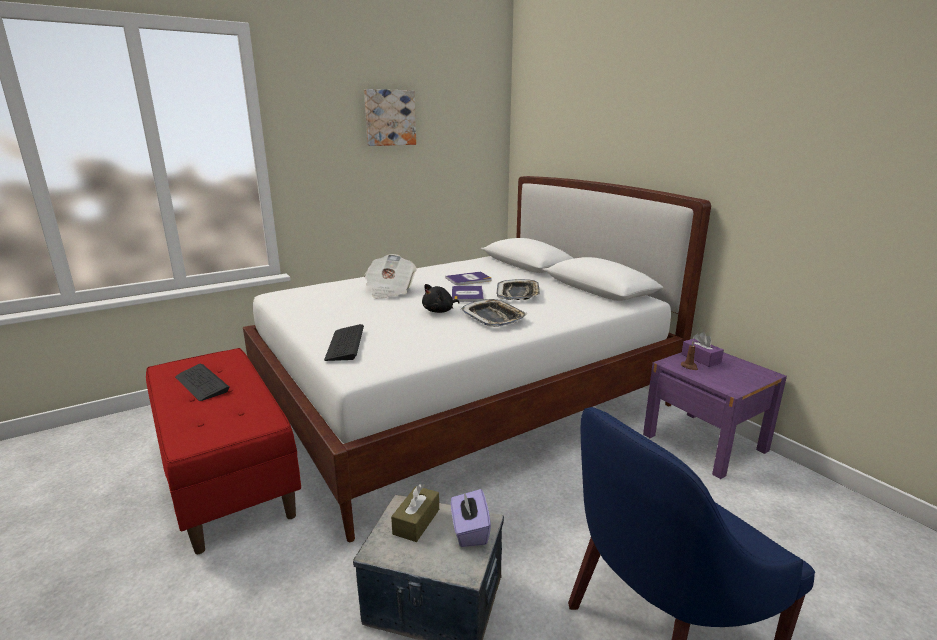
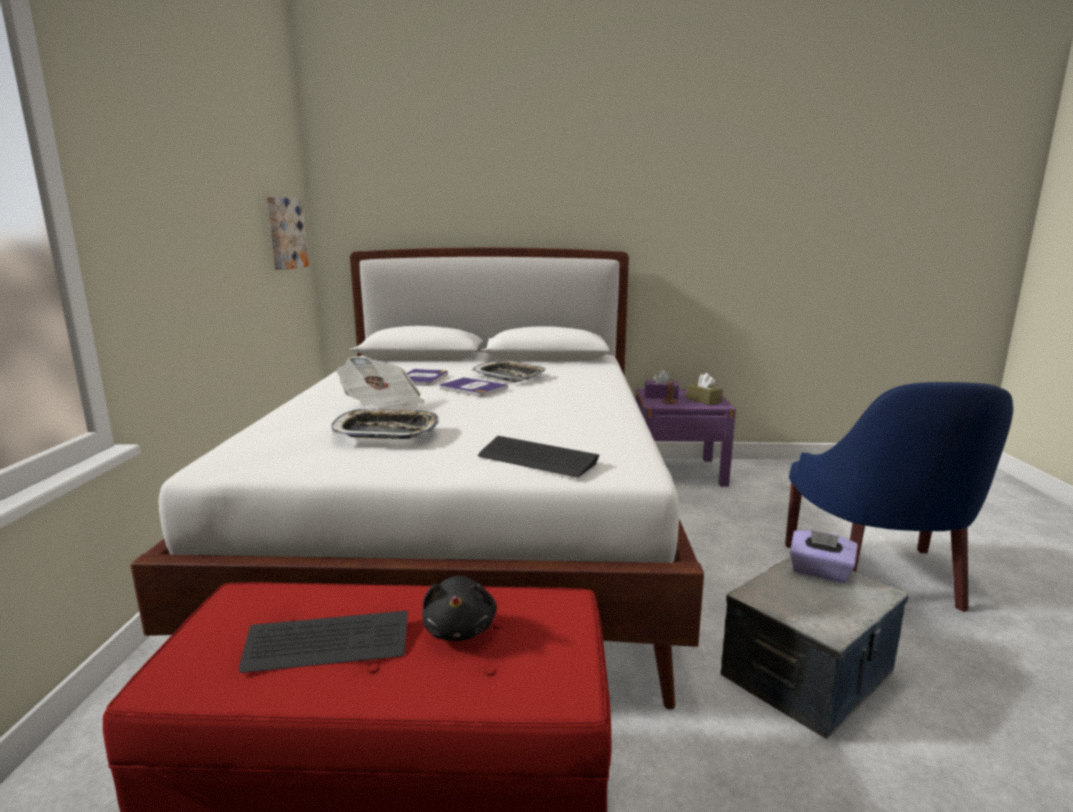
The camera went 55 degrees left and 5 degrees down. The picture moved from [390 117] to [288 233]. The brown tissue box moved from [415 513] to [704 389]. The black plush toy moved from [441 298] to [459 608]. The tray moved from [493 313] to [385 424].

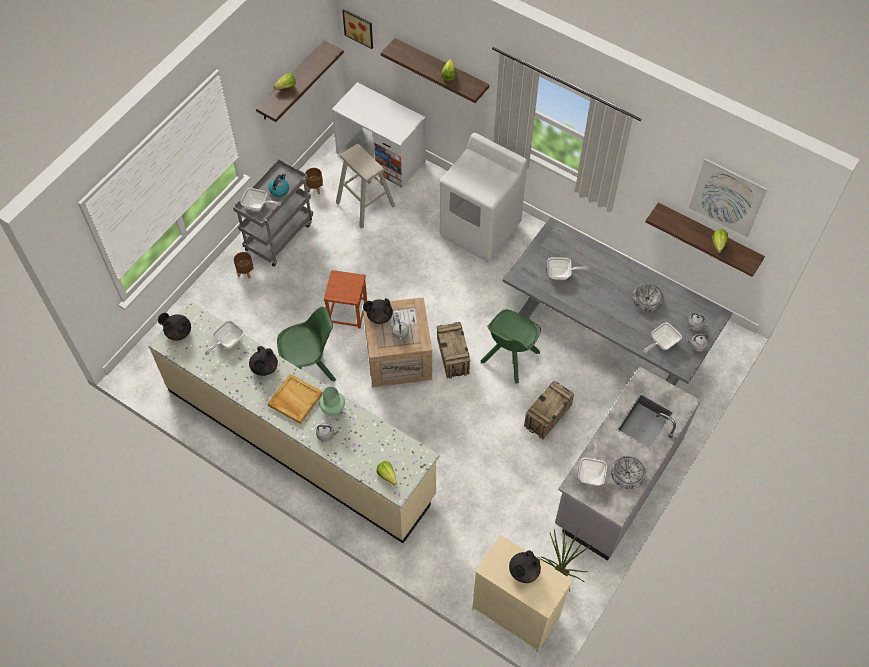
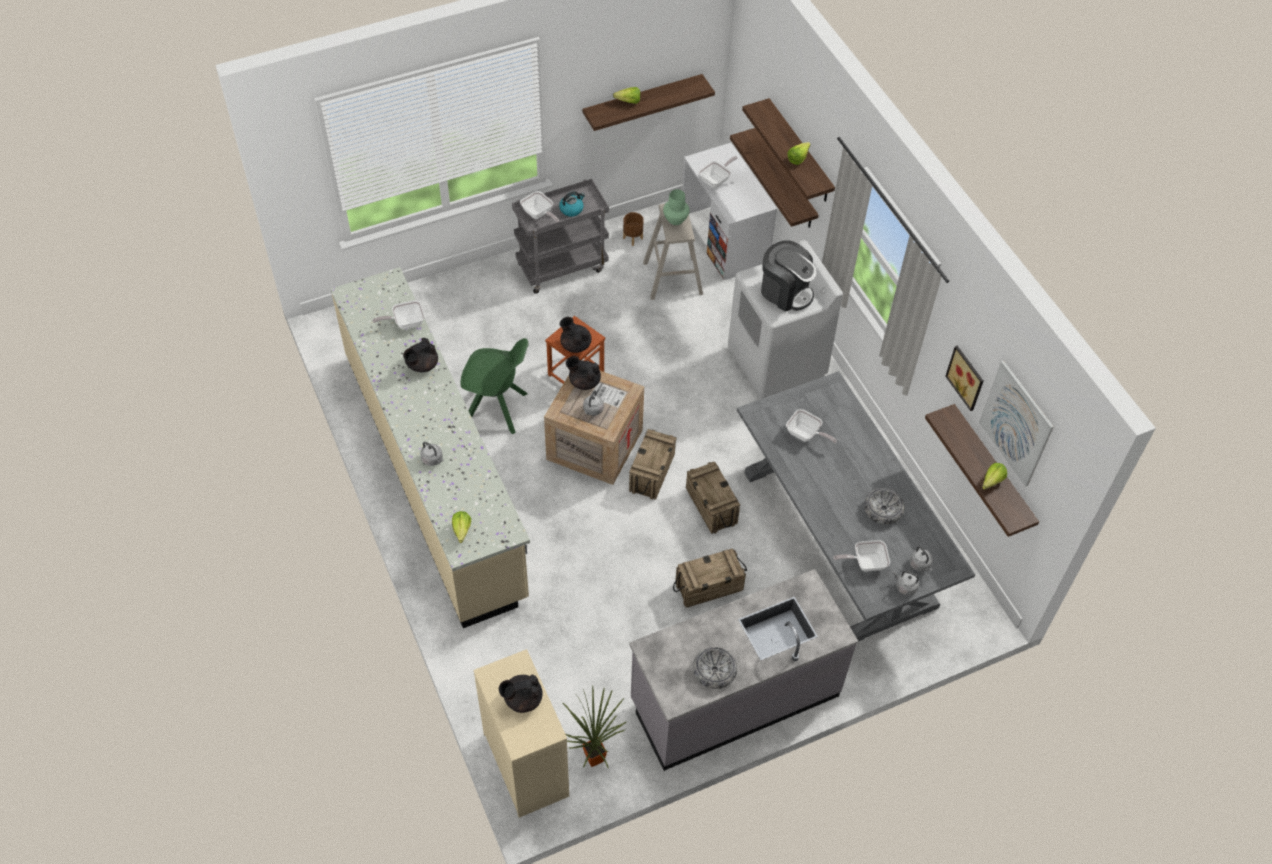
The camera went 30 degrees right and 5 degrees down. The black teapot moved from [174 326] to [576 335]. The brown planter at [244 265] disappeared. The beige tray at [295 399] disappeared. The green vase moved from [332 401] to [676 207]. The picture moved from [357 29] to [964 378]. The green chair at [511 346] was replaced by the crate at [713 498]. The frying pan moved from [592 464] to [718 172]. The shelf at [774 178] appeared. The coffee machine at [789 276] appeared.

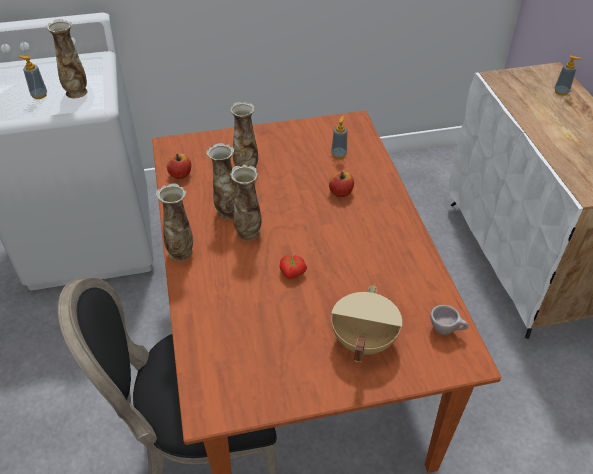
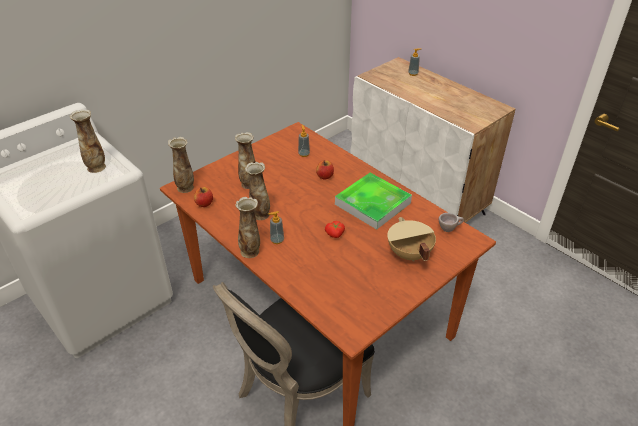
The camera went 30 degrees left and 5 degrees down. The soap dispenser moved from [32 77] to [276 227]. The vase moved from [245 203] to [181 165]. The tray at [373 201] appeared.

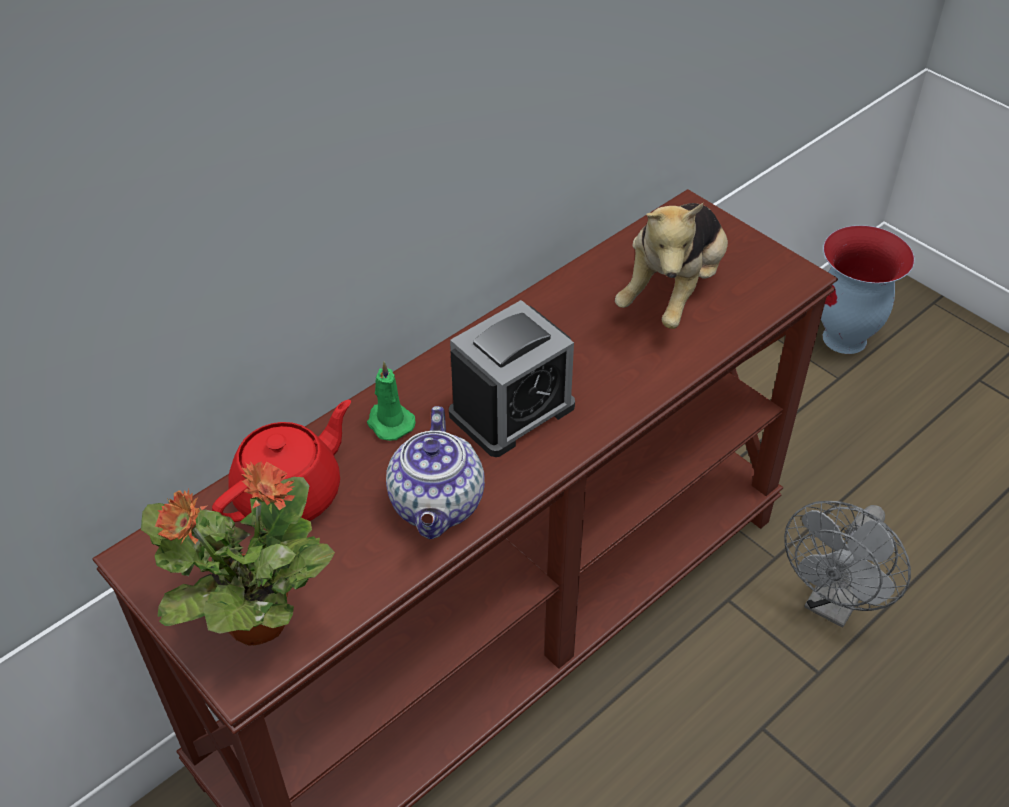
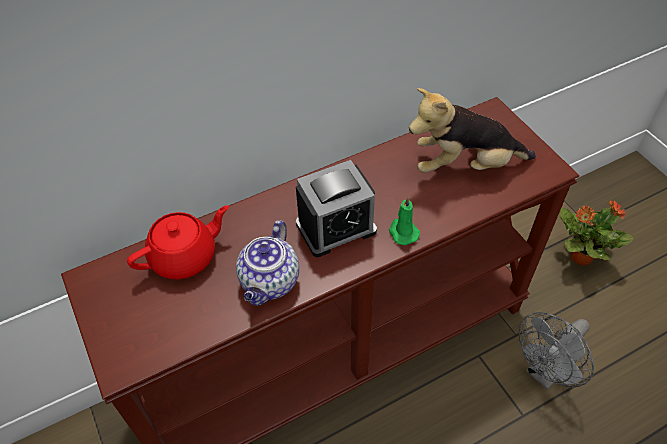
The camera went 15 degrees right and 5 degrees up. The potted plant moved from [238 553] to [596 232]. The green candle moved from [391 401] to [404 221]. The plush toy at [671 266] turned 45 degrees clockwise. The vase at [867 289] disappeared.

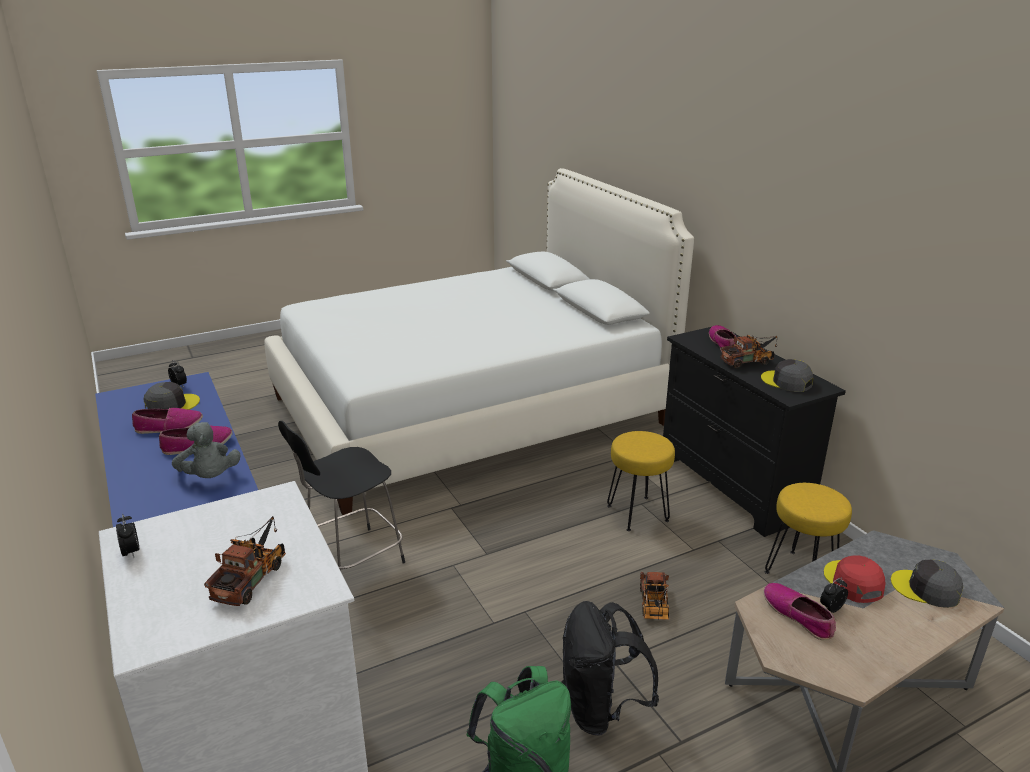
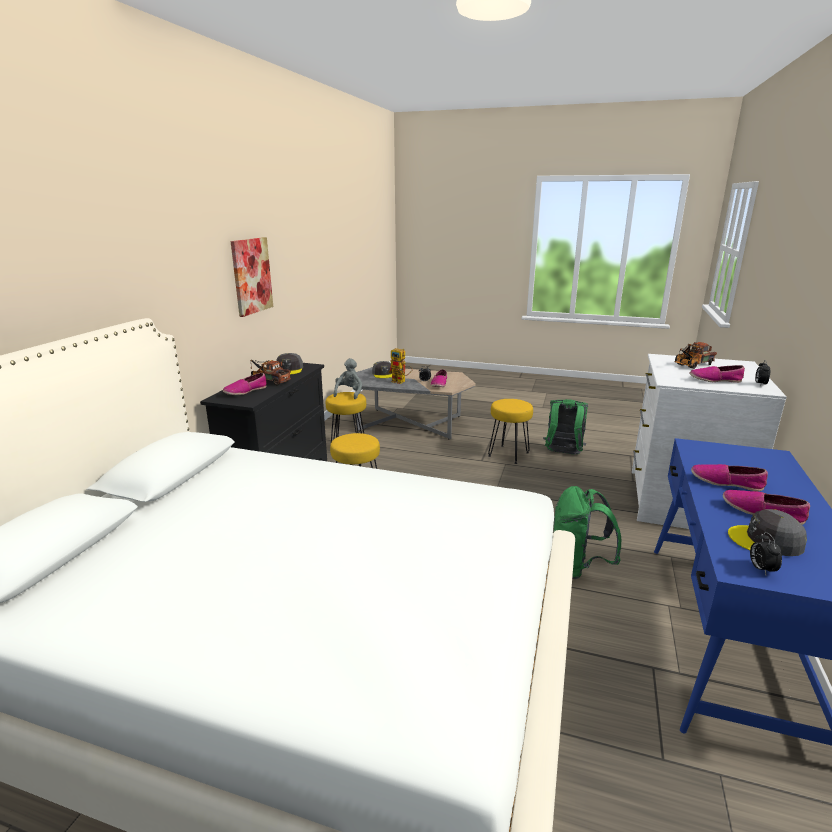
The camera went 135 degrees left and 5 degrees down. The grey plush toy moved from [206 450] to [347 378]. The black stool at [341 496] was replaced by the green backpack at [587 532]. The black backpack at [610 668] was replaced by the yellow stool at [510 431]. The toy truck at [654 596] disappeared. The red cap at [855 579] was replaced by the toy robot at [400 366]. The picture at [252 277] appeared. The shoe at [717 374] appeared.

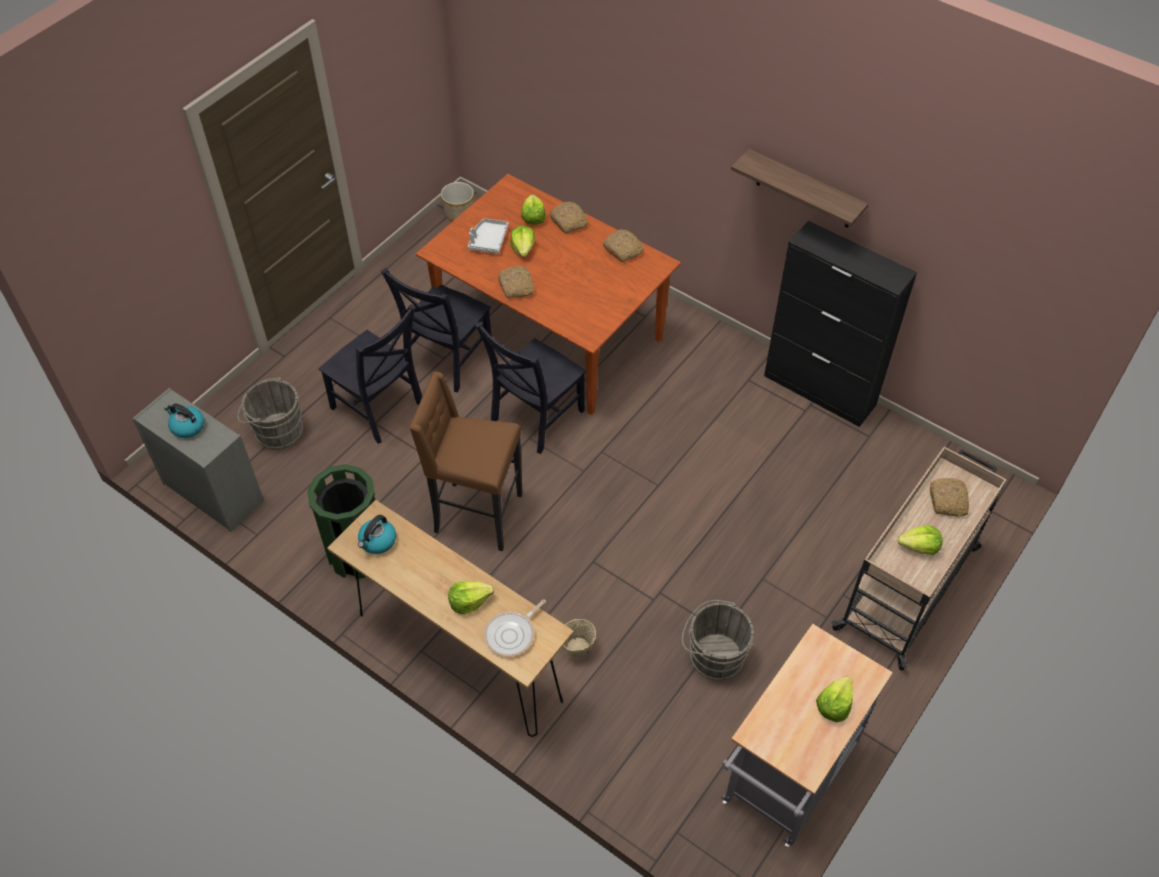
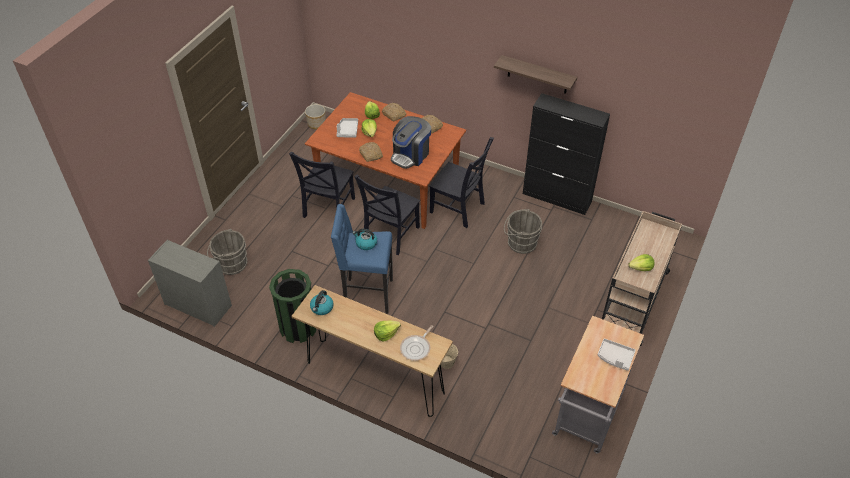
The camera went 10 degrees left and 5 degrees down. The kettle moved from [184 421] to [365 239]. The black chair moved from [370 374] to [461 182]. The brown stool at [466 461] became the blue stool at [362 259]. The grey bucket moved from [718 640] to [523 231]. The lettuce at [834 699] was replaced by the grey tray at [617 355]. The bread at [949 497] disappeared. The coffee machine at [411 142] appeared.

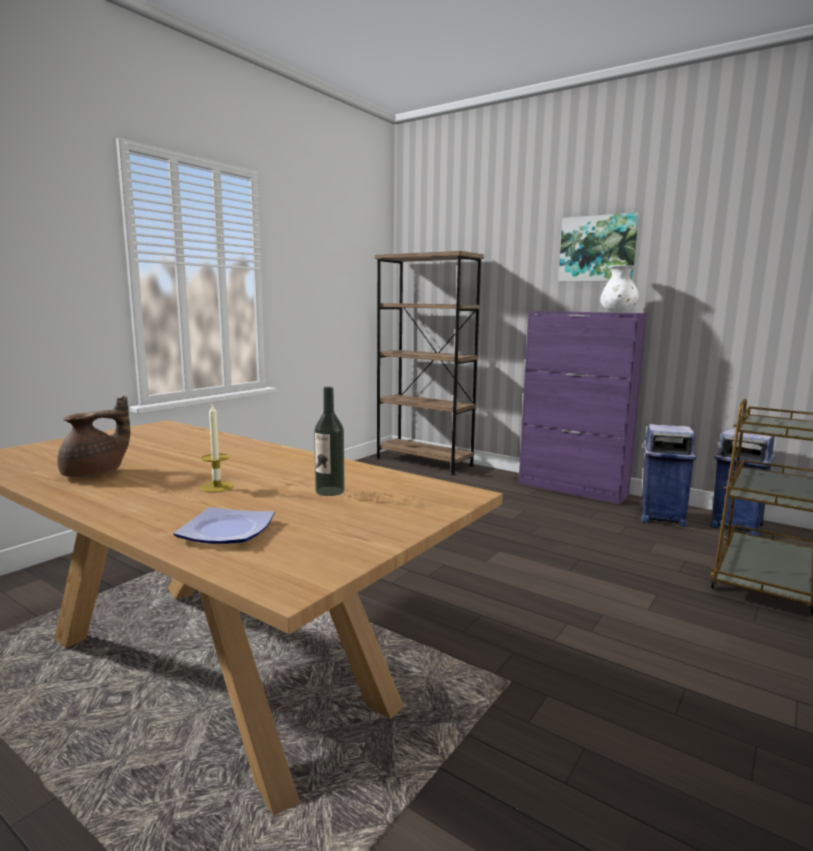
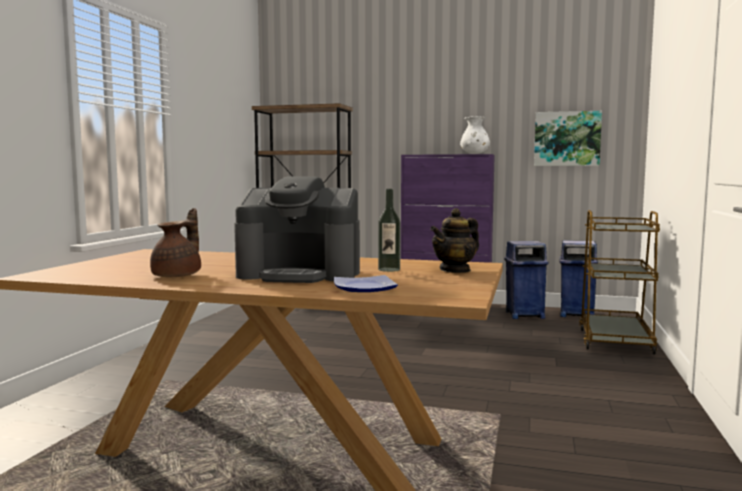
The camera went 20 degrees left and 5 degrees down. The candle at [217 448] was replaced by the coffee machine at [297 230]. The picture moved from [598 247] to [568 138]. The teapot at [454 240] appeared.

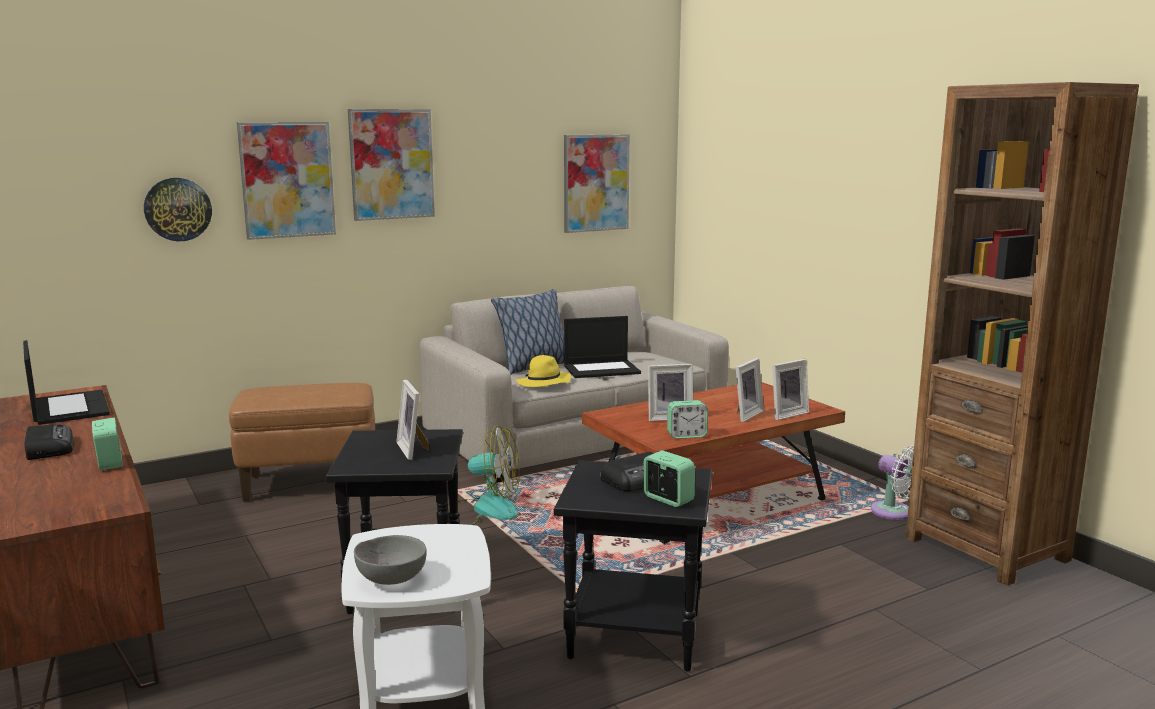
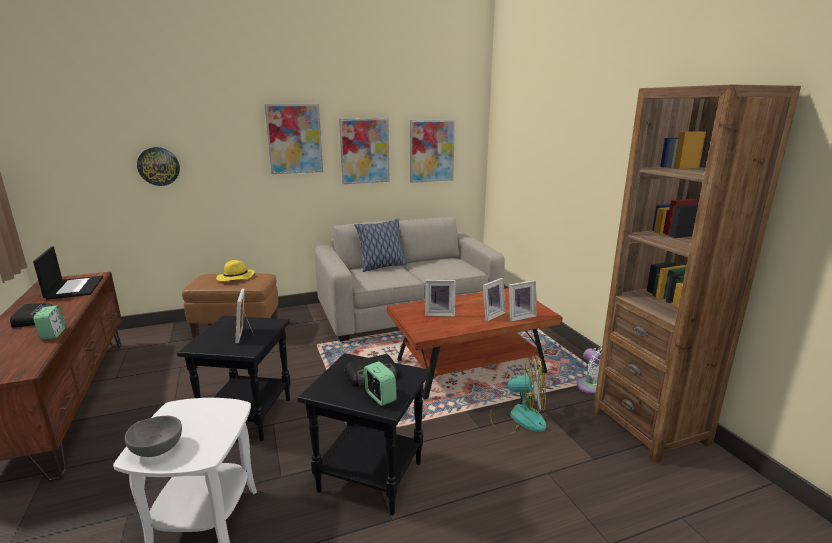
The camera went 10 degrees right and 5 degrees up. The picture moved from [286 181] to [364 151]. The fan moved from [484 475] to [518 395]. The yellow hat moved from [543 371] to [235 270]. The laptop at [602 347] disappeared. The alarm clock at [687 419] disappeared.

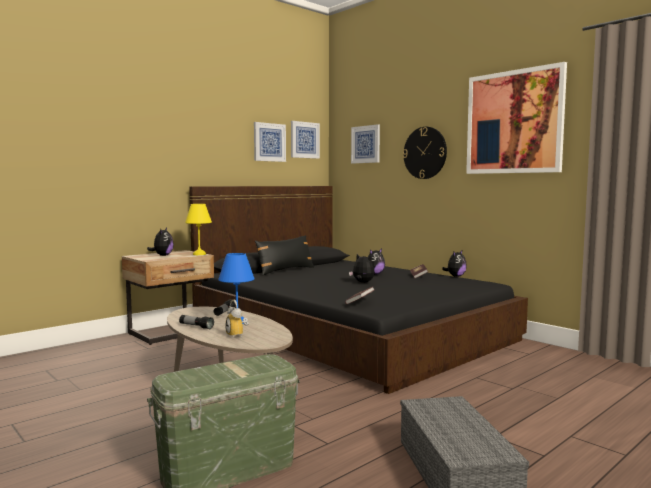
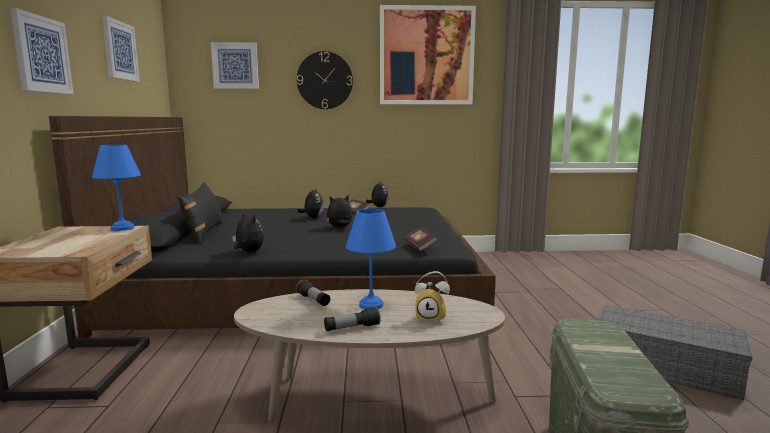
The camera went 50 degrees left and 5 degrees up. The plush toy moved from [160 242] to [248 231]. The yellow table lamp at [198 229] became the blue table lamp at [116 188]. The picture moved from [305 140] to [42 51].

